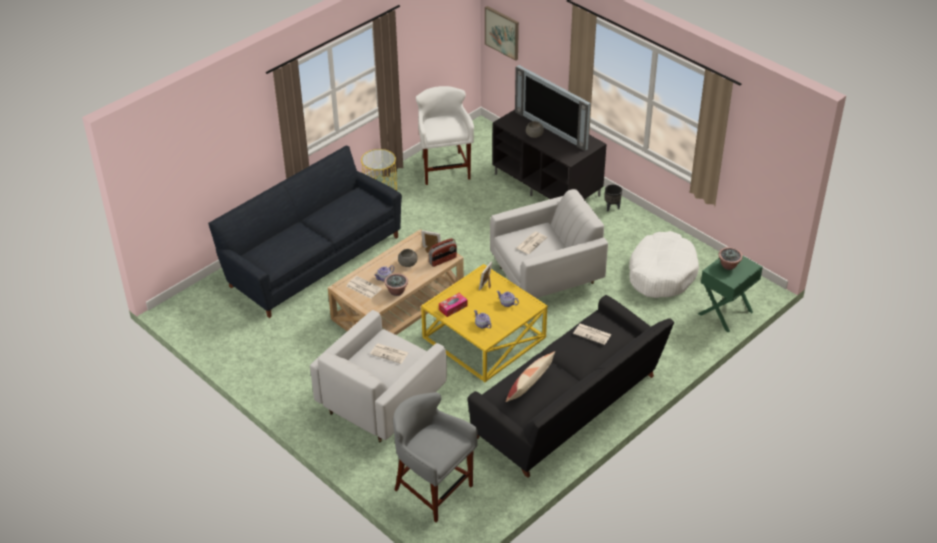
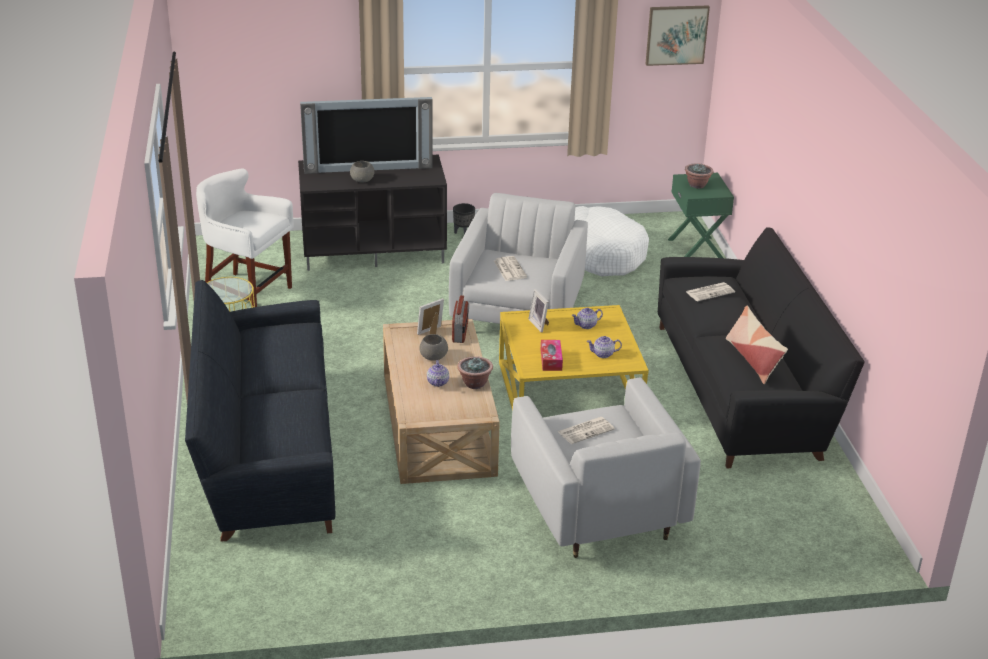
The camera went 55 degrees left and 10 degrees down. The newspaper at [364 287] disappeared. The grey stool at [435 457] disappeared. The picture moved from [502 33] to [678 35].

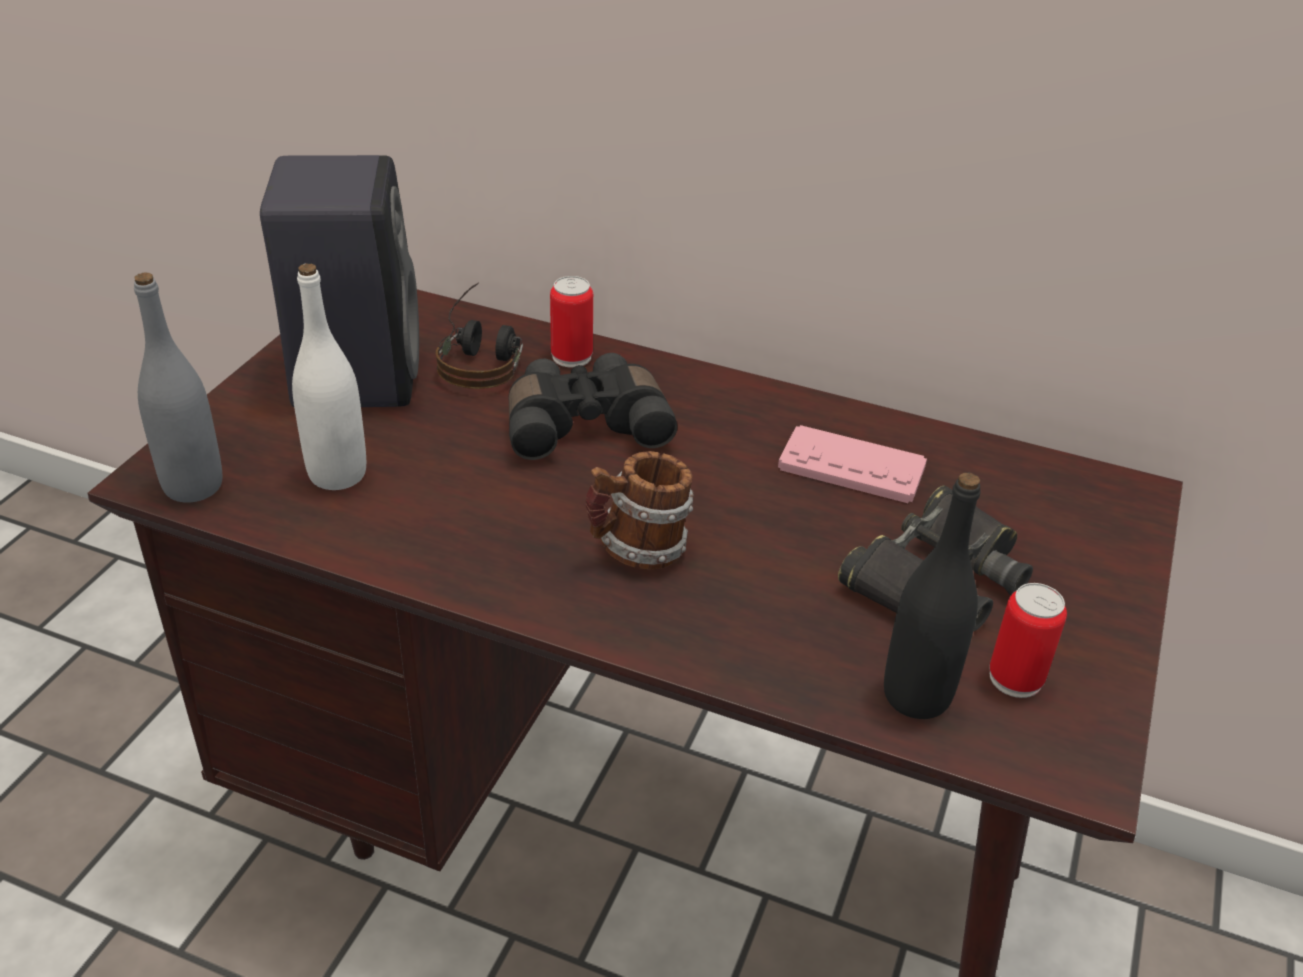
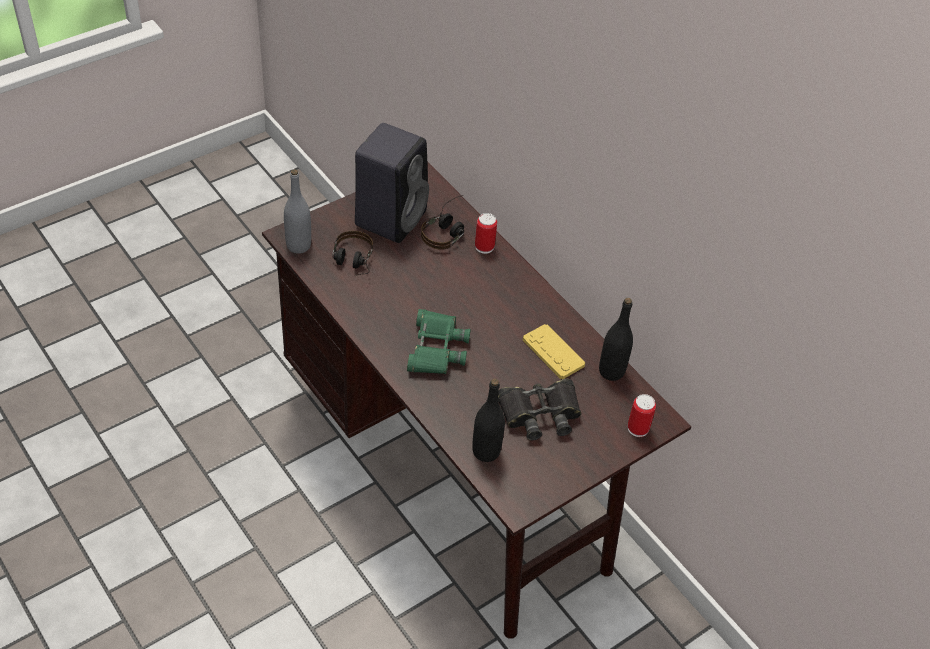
The camera went 30 degrees right and 10 degrees up. The white bottle at [329 377] was replaced by the headphones at [352 253]. The black binoculars at [593 406] disappeared. The mug at [639 510] was replaced by the green binoculars at [438 341]. The pink game controller at [852 464] became the yellow game controller at [554 351]. The can moved from [1028 640] to [642 415]. The black bottle at [616 339] appeared.

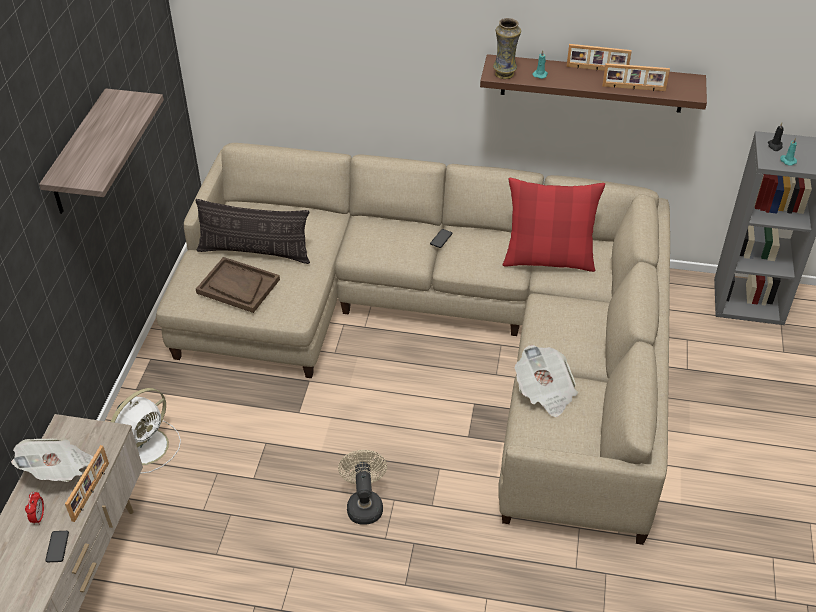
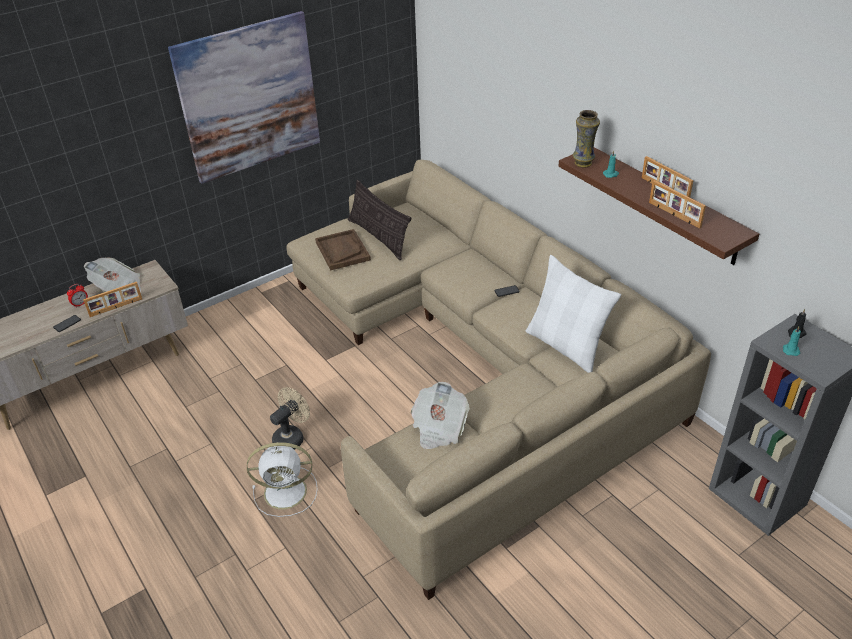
The camera went 45 degrees right and 5 degrees down. The shelf at [101 151] was replaced by the picture at [244 97]. The white fan moved from [146 431] to [282 479]. The red pillow at [554 225] became the white pillow at [573 314].

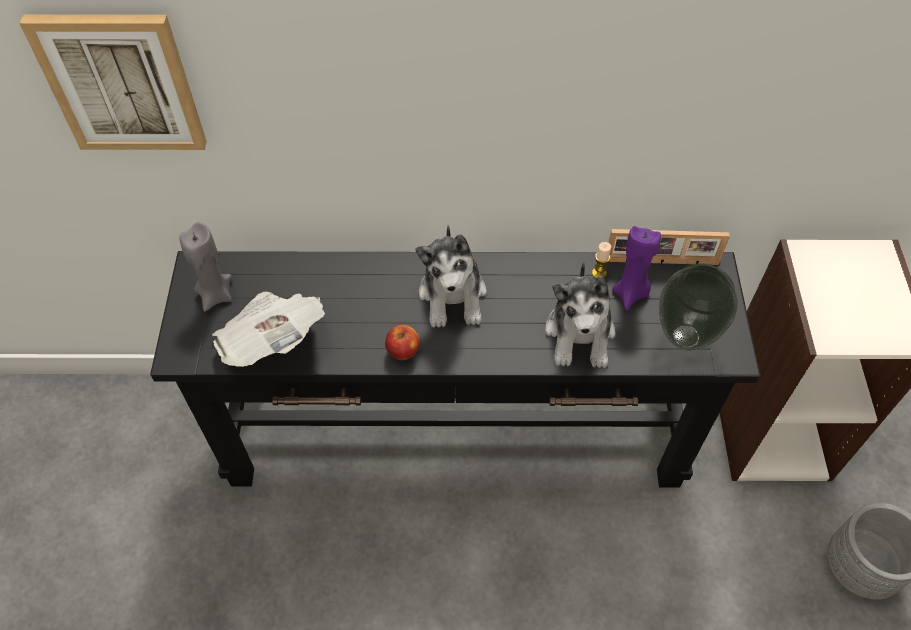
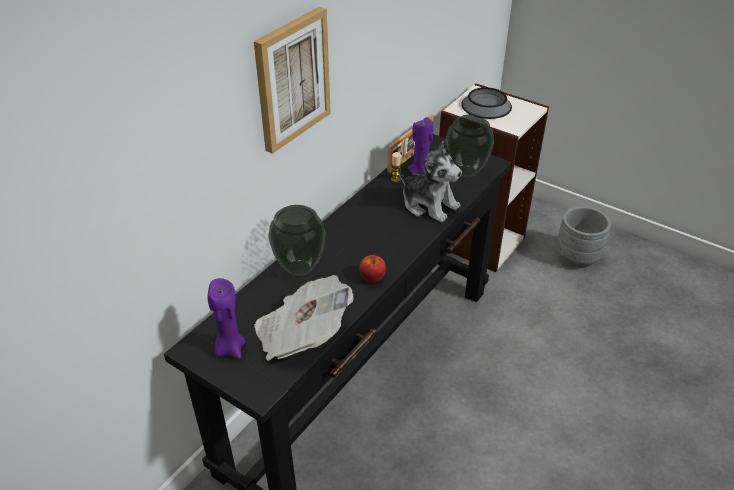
The camera went 55 degrees left and 15 degrees down. The picture moved from [113 82] to [292 80]. The grey candle at [205 267] became the purple candle at [226 318]. The plush toy at [451 276] disappeared. The vase at [297 240] appeared. The bowl at [486 103] appeared.

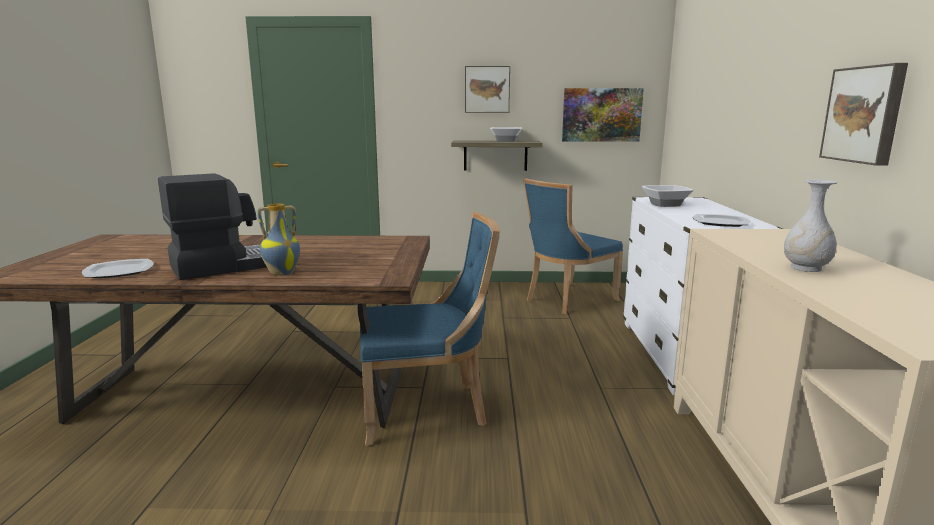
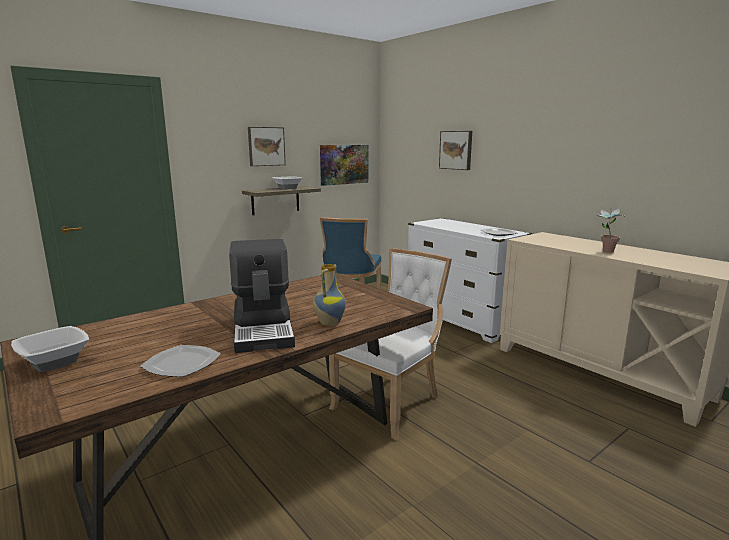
The camera went 40 degrees left and 0 degrees up. The coffee machine at [212 226] turned 150 degrees clockwise. The blue chair at [430 329] became the white chair at [390 344]. The bowl moved from [667 196] to [50 349]. The white vase at [810 225] was replaced by the potted plant at [611 230]. The picture moved from [863 114] to [455 150].

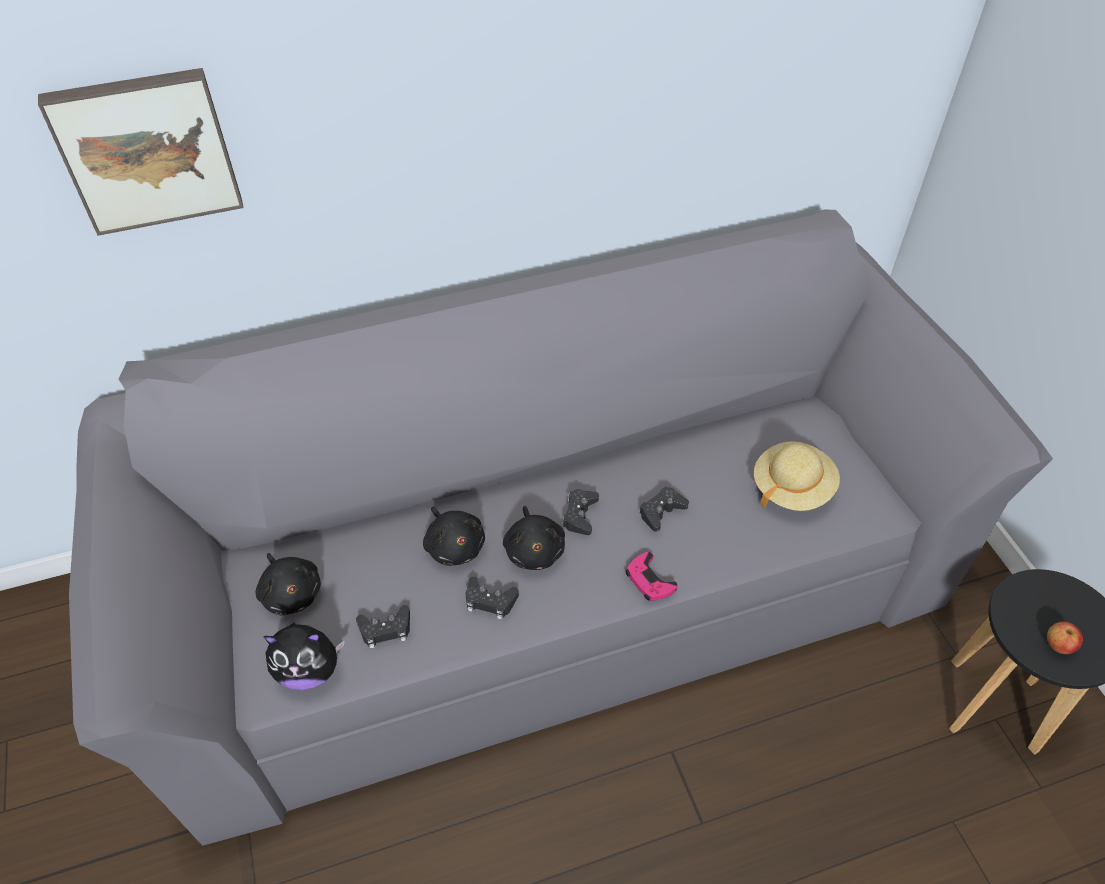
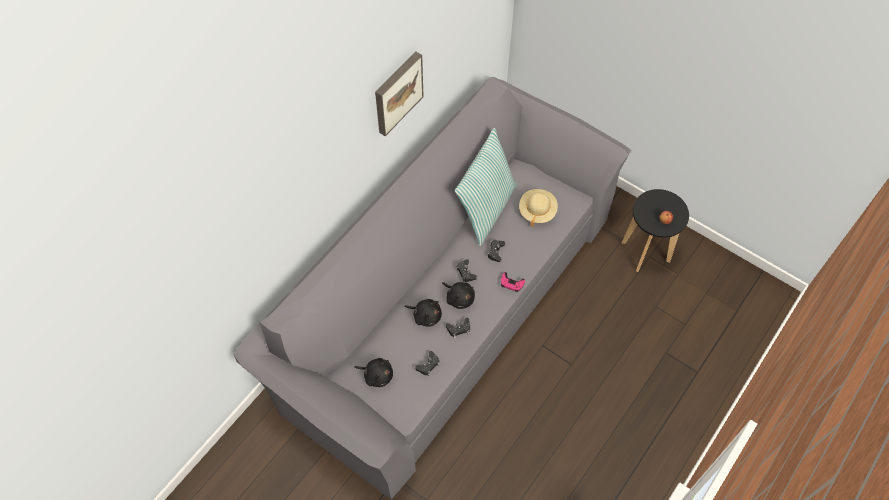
The camera went 35 degrees left and 10 degrees up. The picture moved from [141 152] to [399 94]. The plush toy at [304 656] disappeared. The pillow at [486 187] appeared.

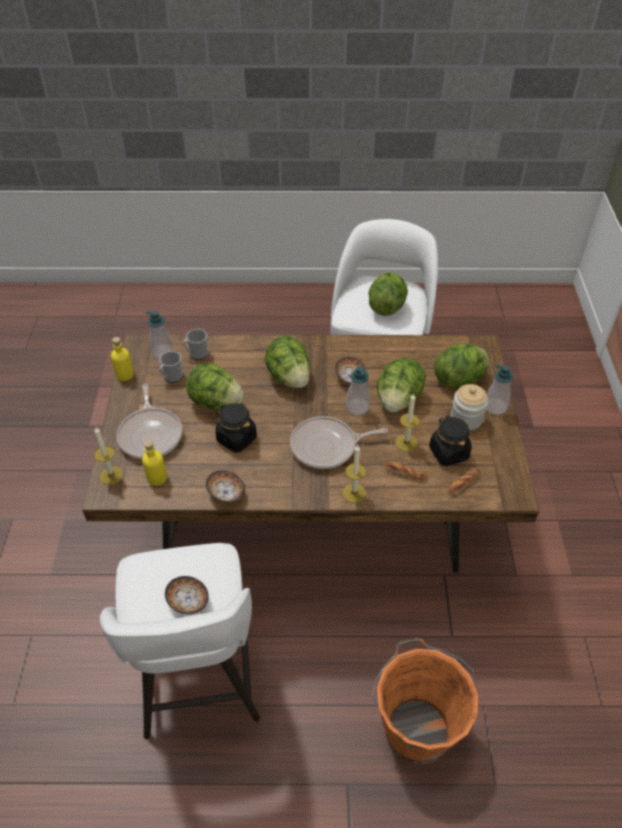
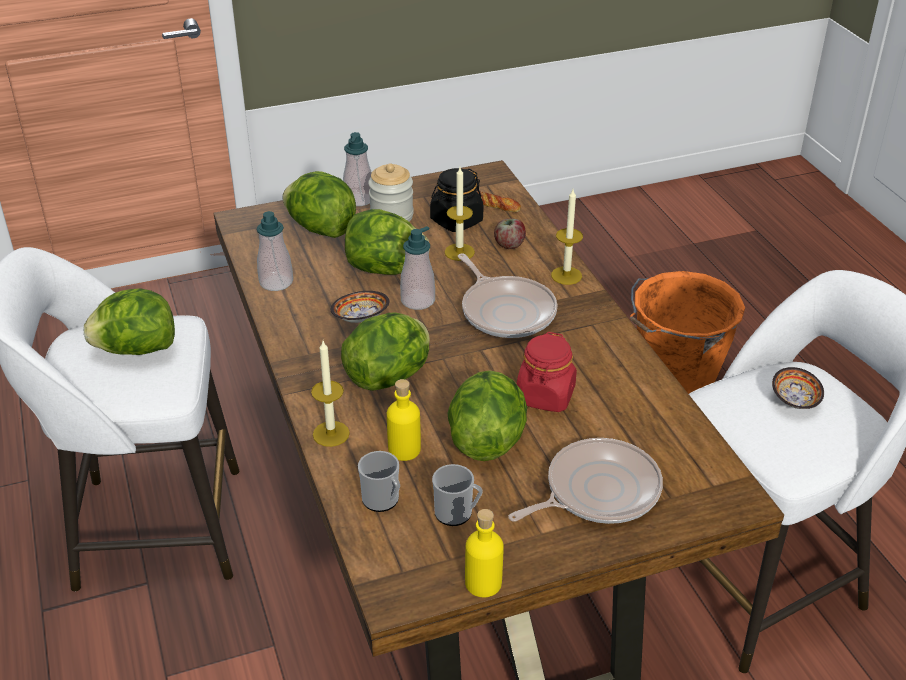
The camera went 110 degrees left and 10 degrees down. The candle moved from [108 456] to [330 394]. The yellow bottle moved from [154 463] to [404 420]. The soap dispenser moved from [159 335] to [275 251]. The bowl at [225 486] disappeared. The black jar at [236 428] became the red jar at [547 372]. The bread at [406 471] was replaced by the apple at [510 233].

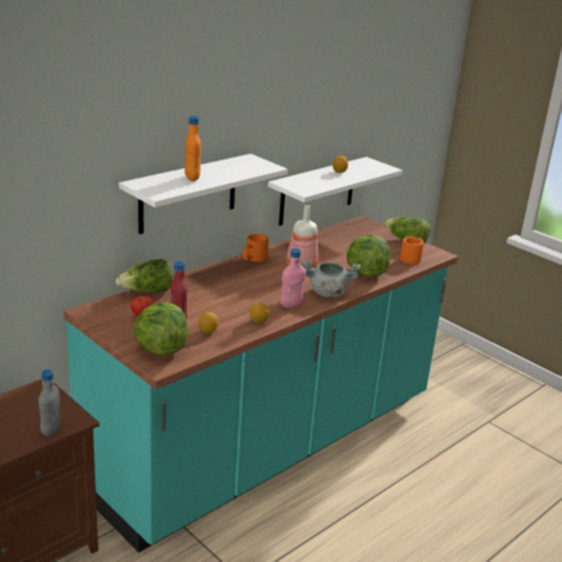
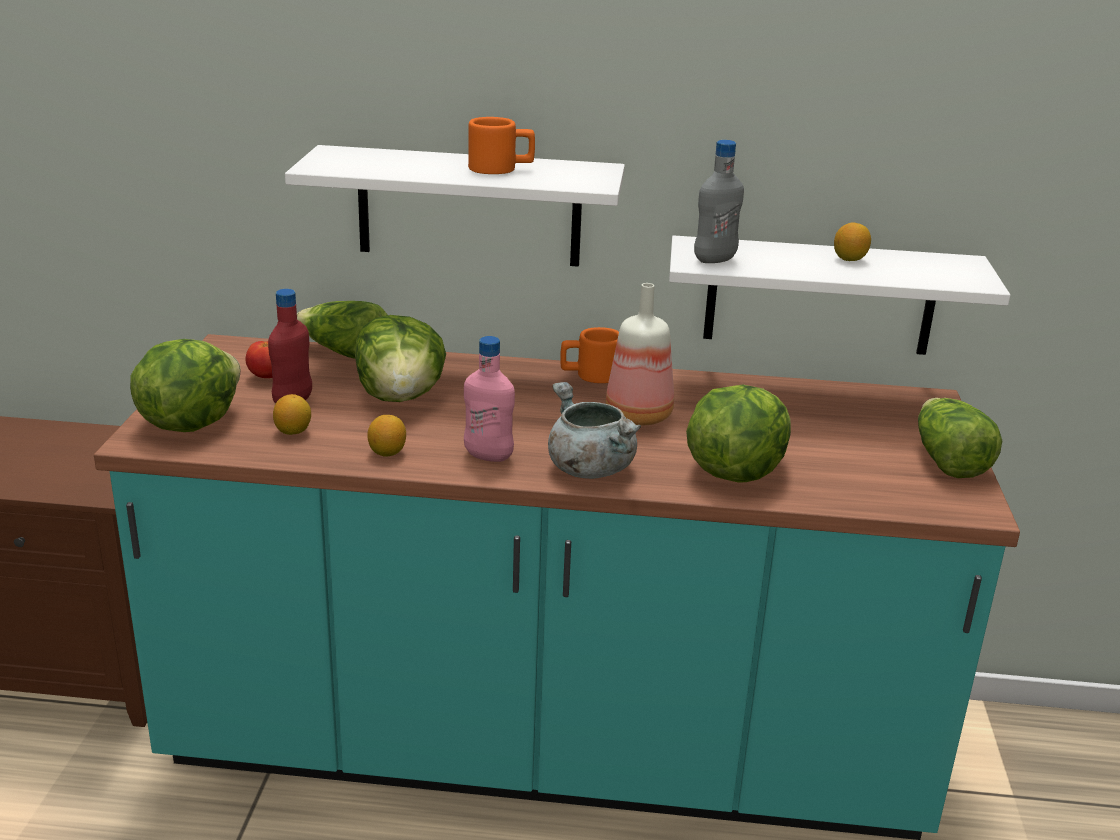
The camera went 50 degrees right and 0 degrees up. The grey bottle moved from [49 402] to [719 201]. The orange bottle at [193 148] disappeared. The orange mug moved from [412 250] to [501 145]. The lettuce at [400 358] appeared.

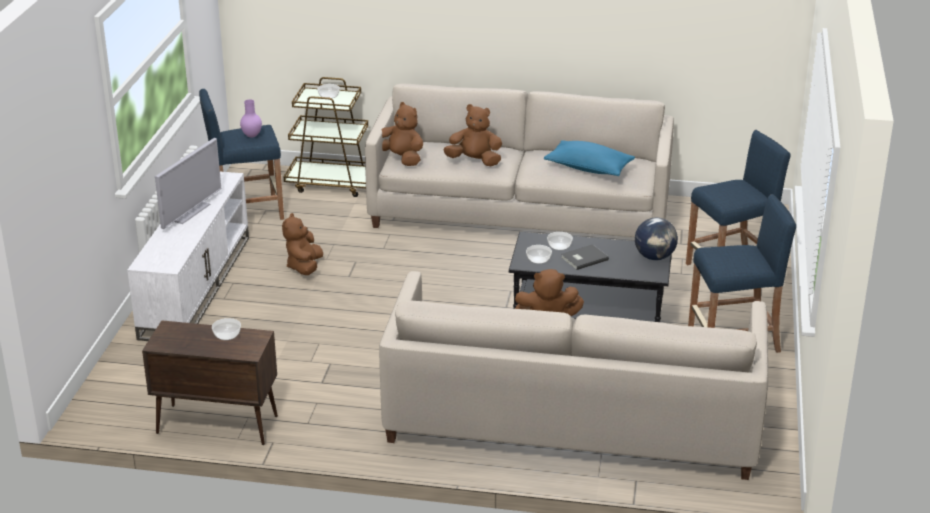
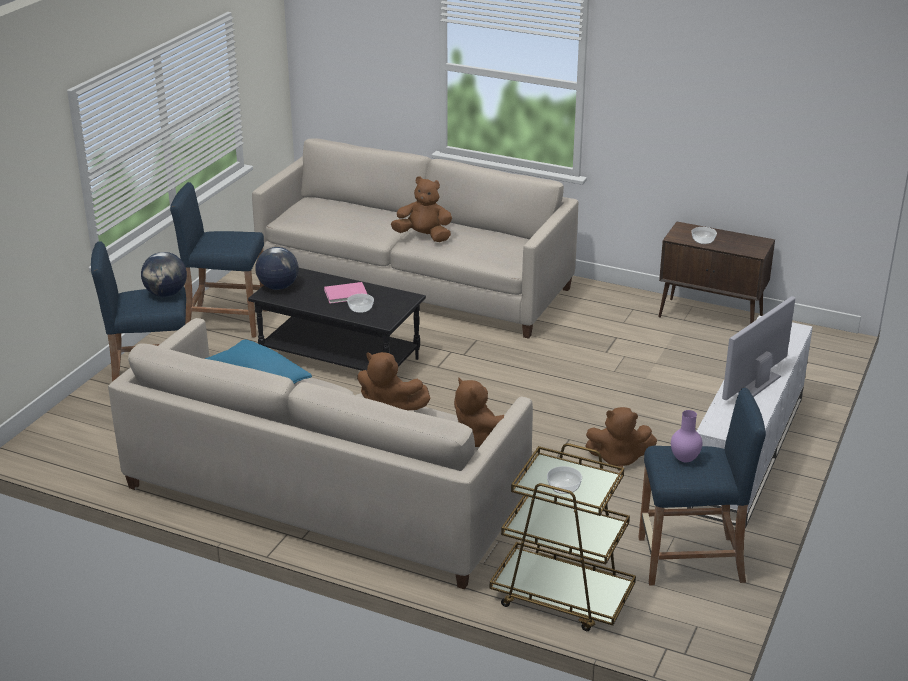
The camera went 165 degrees left and 0 degrees up. The brown plush toy at [302 244] turned 75 degrees clockwise. The bowl at [539 254] disappeared. The grey book at [585 257] became the pink book at [345 293]. The globe at [164 274] appeared.

